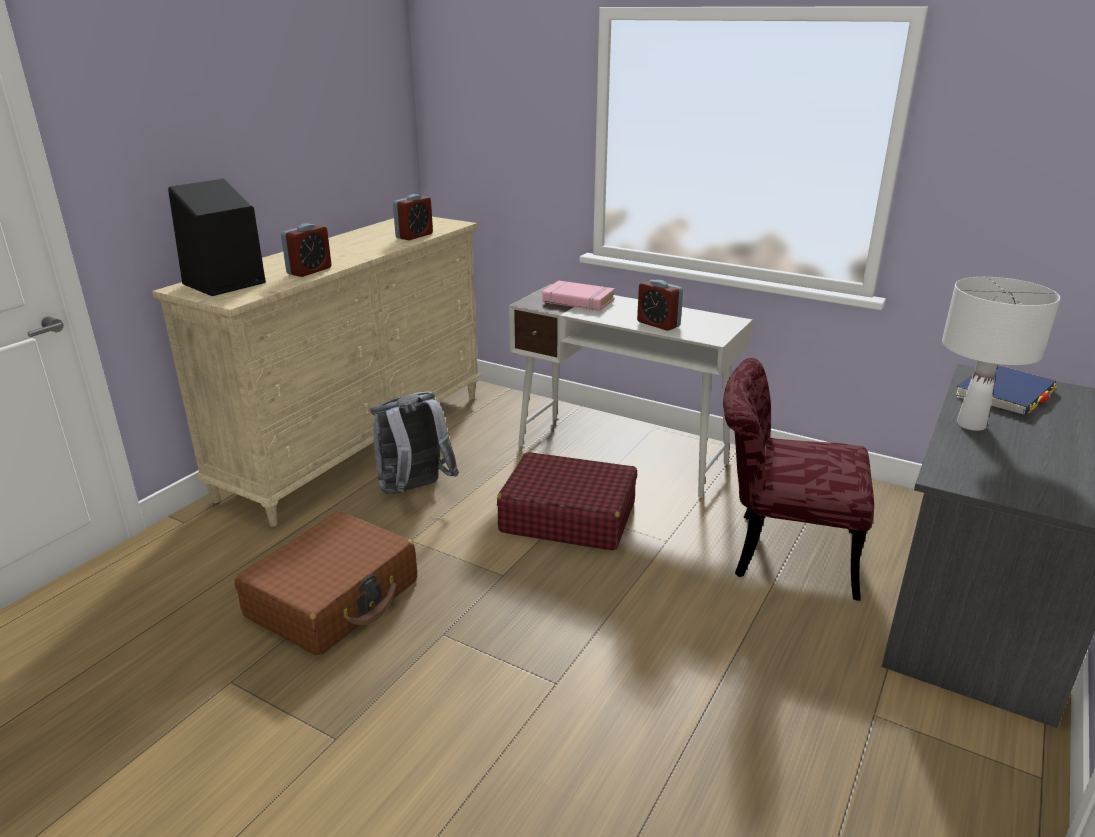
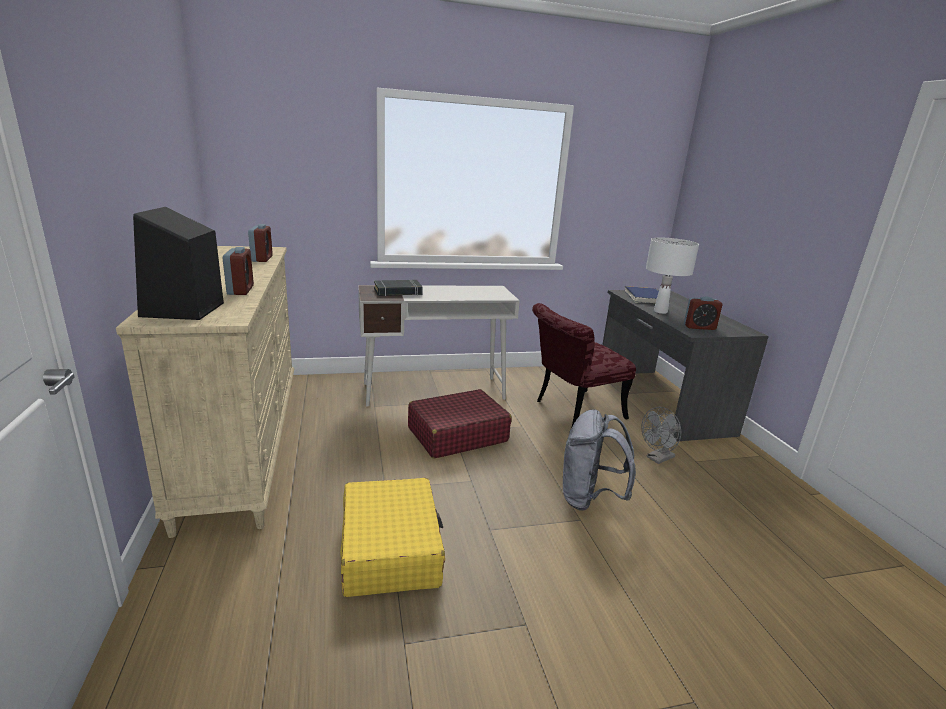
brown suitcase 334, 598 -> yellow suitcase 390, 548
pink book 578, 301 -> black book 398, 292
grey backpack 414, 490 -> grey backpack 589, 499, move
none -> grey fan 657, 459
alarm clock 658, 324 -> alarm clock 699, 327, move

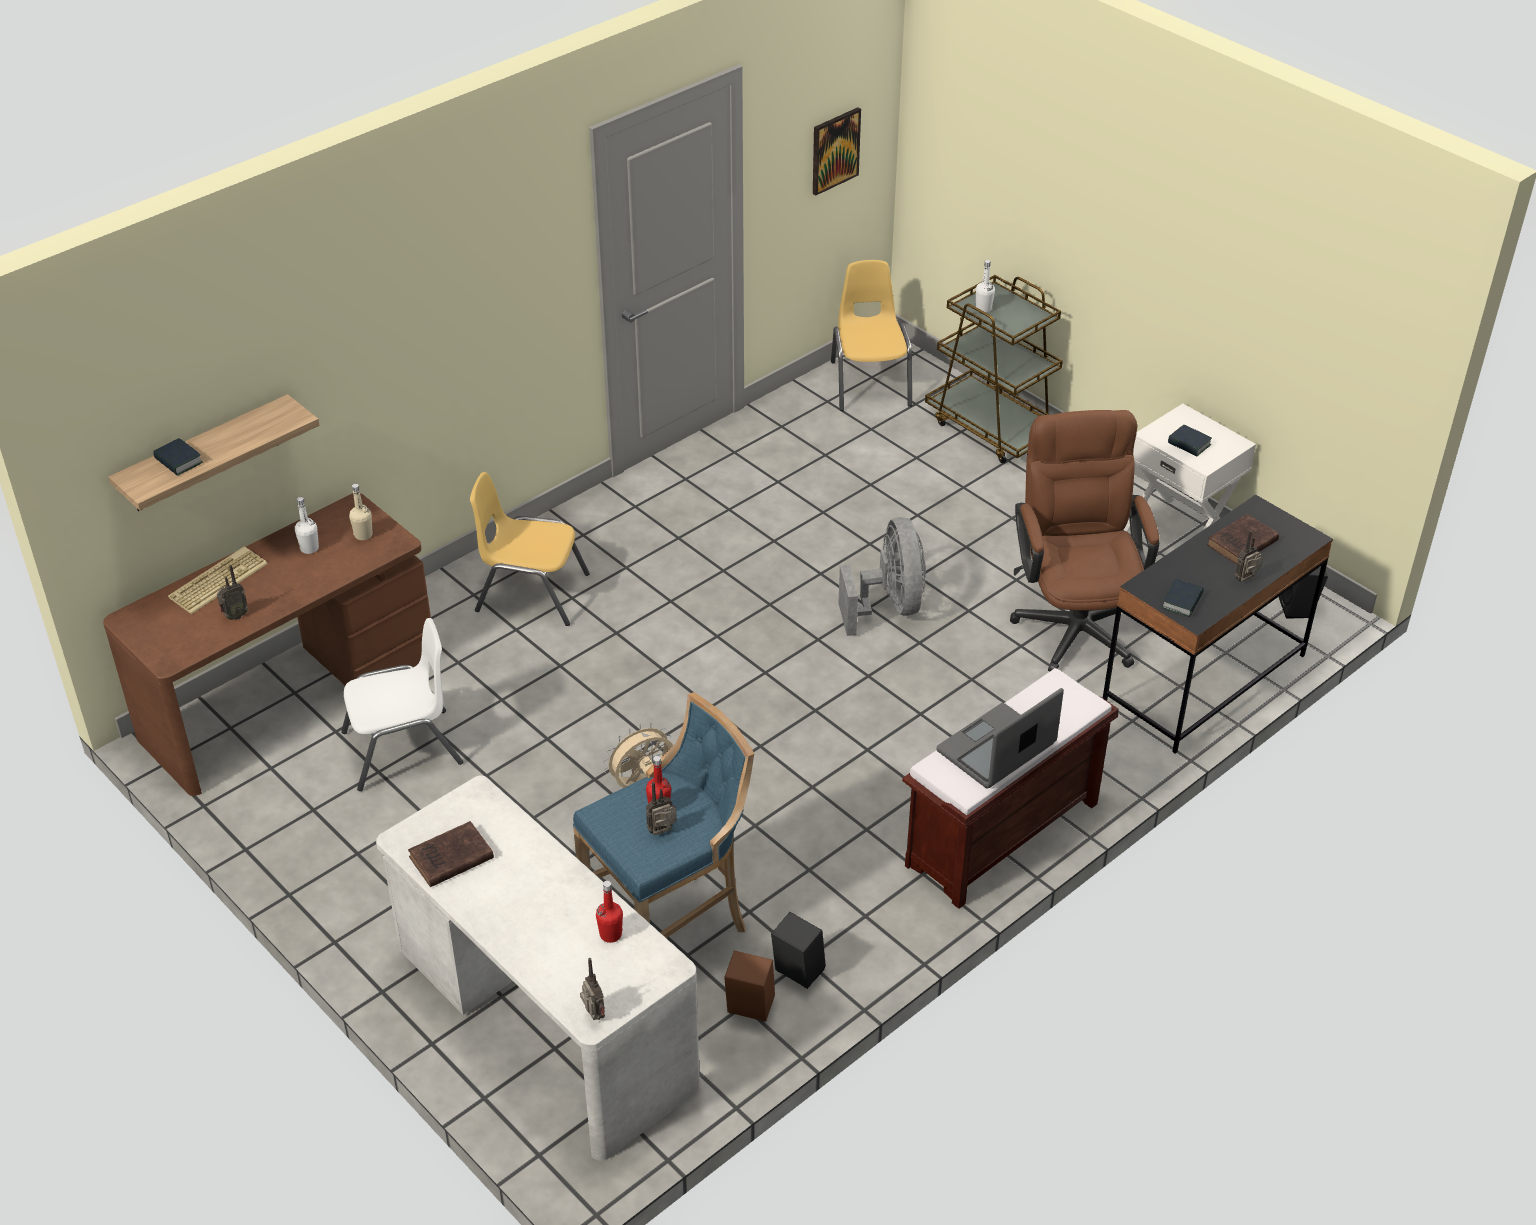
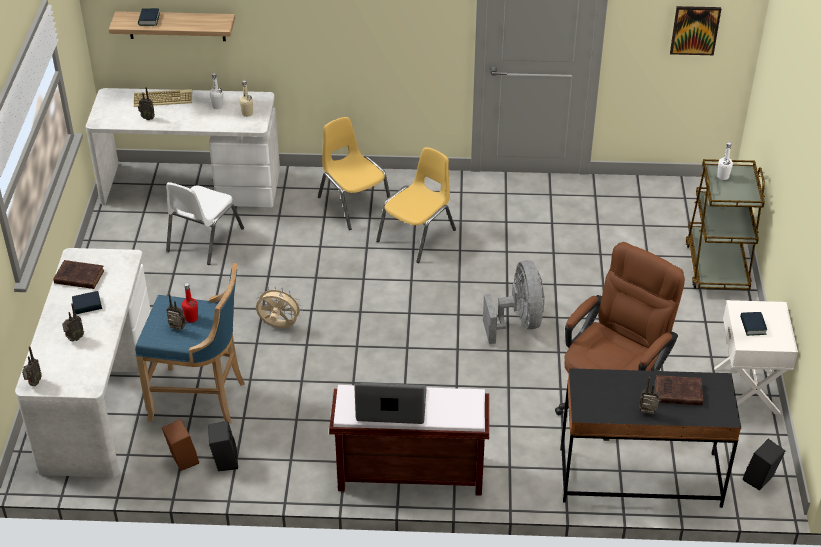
none -> radio 74, 338
book 1182, 601 -> book 87, 305, move
brown desk 289, 696 -> white desk 191, 185
white chair 403, 749 -> white chair 204, 239, 90 degrees clockwise
yellow chair 870, 383 -> yellow chair 417, 236, move
grey fan 889, 607 -> grey fan 518, 322, 45 degrees counterclockwise
red bottle 610, 934 -> none

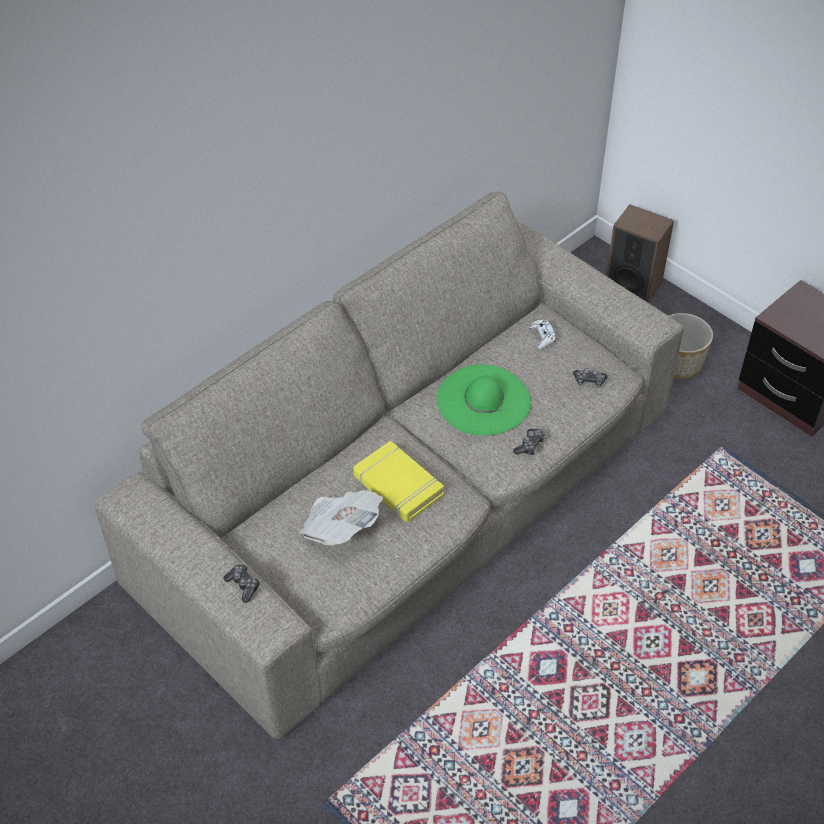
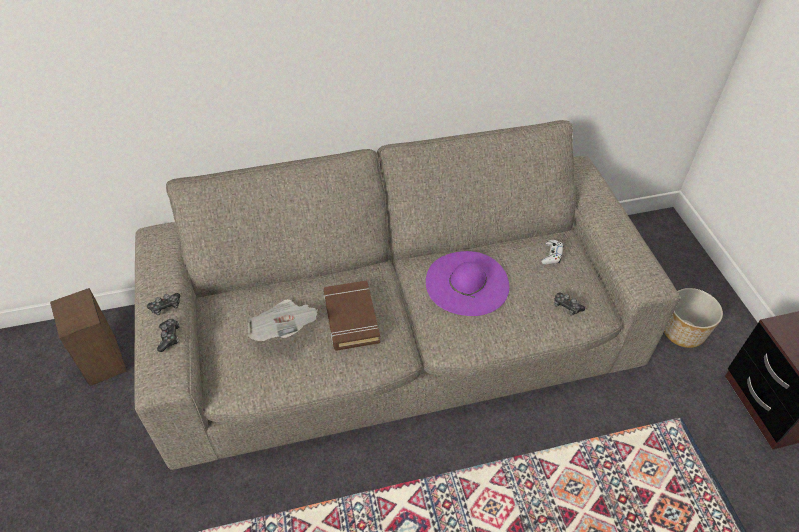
speaker 633, 285 -> speaker 103, 360, move
game controller 530, 446 -> game controller 166, 307, move
yellow book 397, 486 -> brown book 351, 318
green hat 483, 400 -> purple hat 467, 283

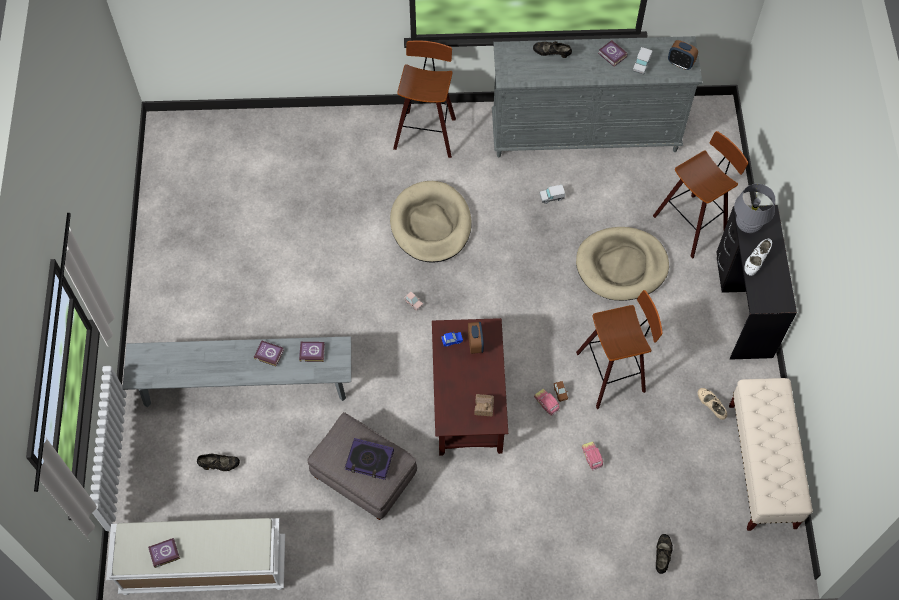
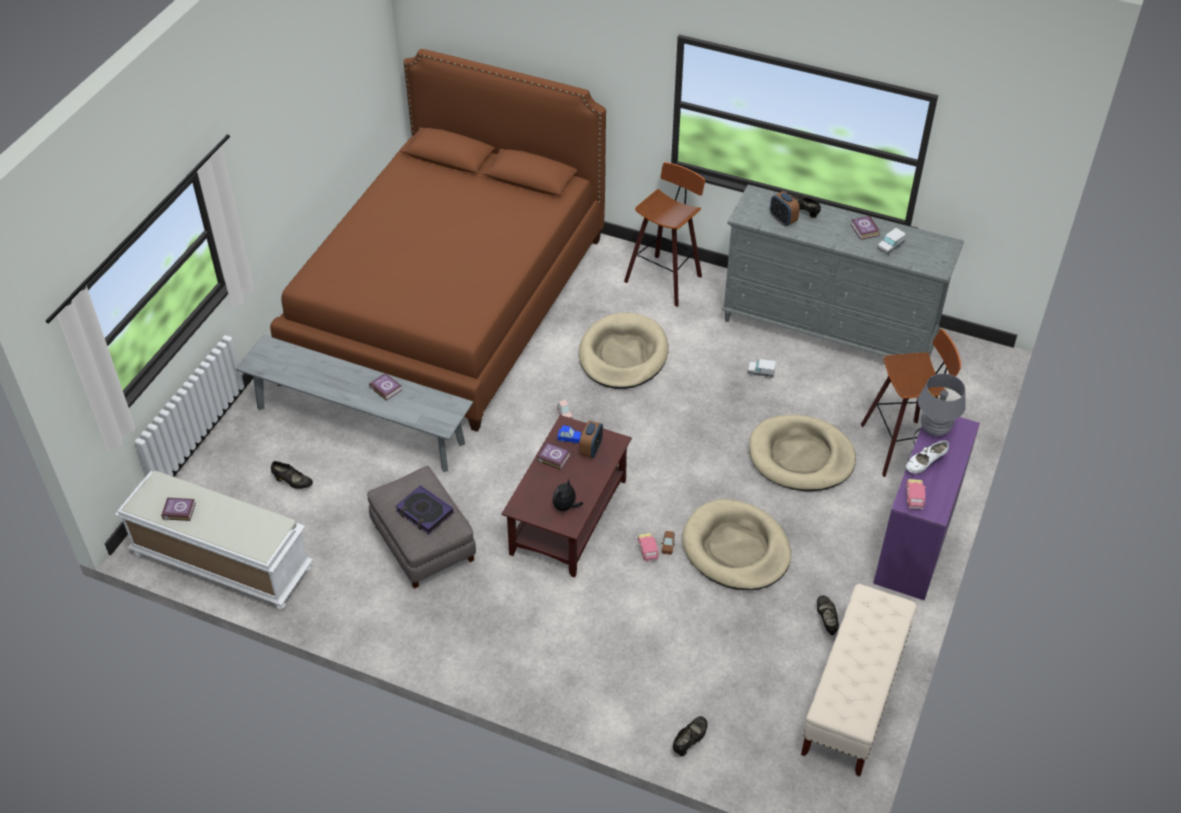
none -> brown bed 449, 300
book 311, 352 -> book 553, 457, move
toy house 484, 407 -> plush toy 565, 507
stool 613, 372 -> beige dog bed 736, 549
alarm clock 680, 63 -> alarm clock 783, 220, move
beige shoe 711, 406 -> black shoe 826, 620
black desk 742, 307 -> purple desk 915, 540
toy car 591, 457 -> toy car 914, 497, move

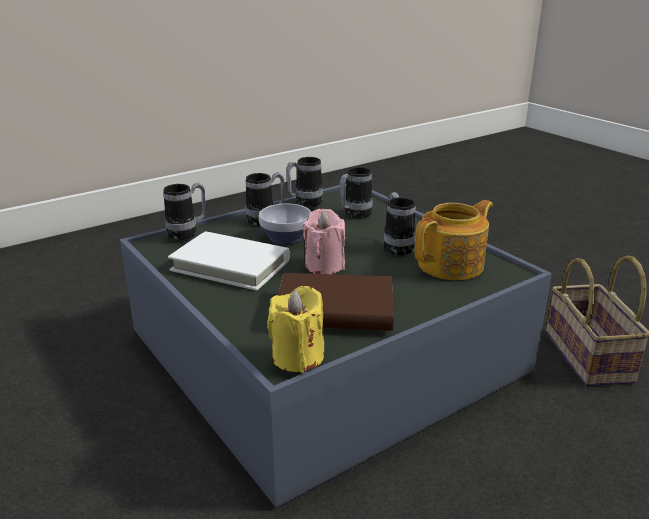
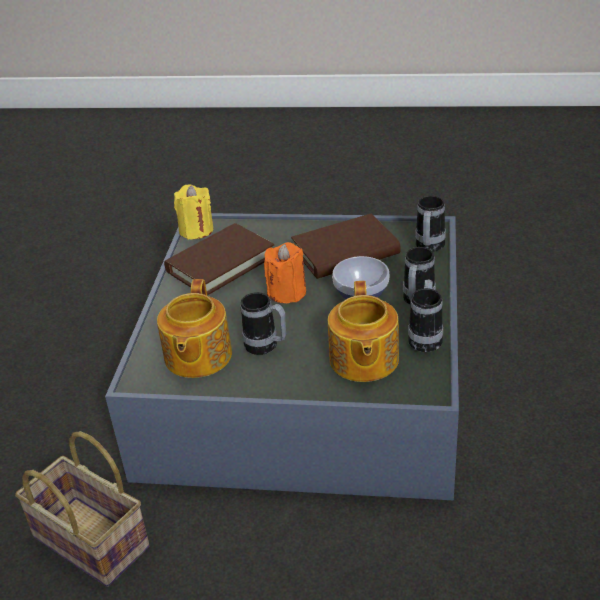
pink candle 324, 265 -> orange candle 287, 292
white book 230, 265 -> brown book 345, 252
mug 354, 215 -> teapot 363, 360

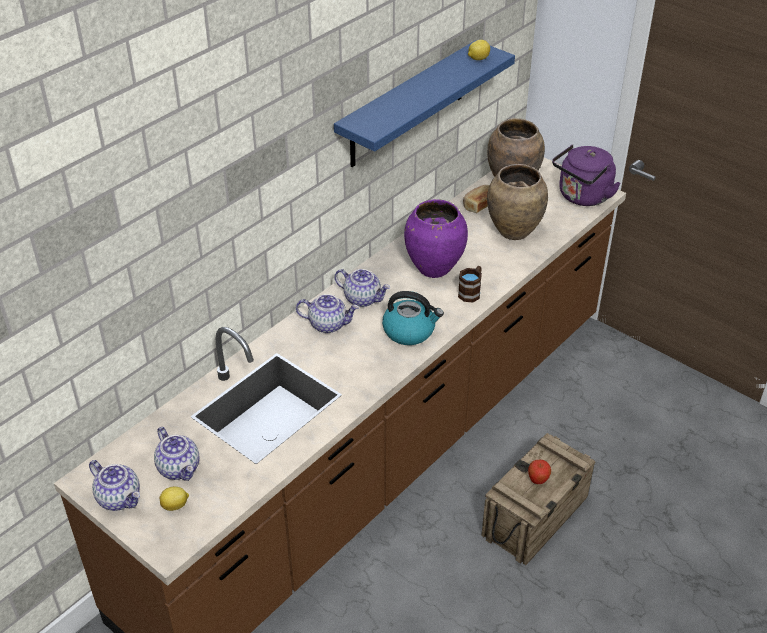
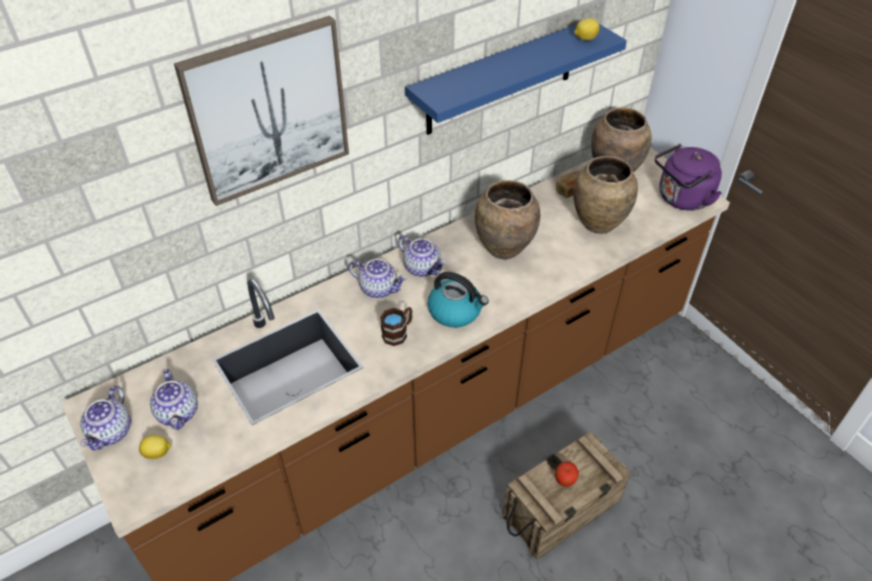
teapot 120, 498 -> teapot 111, 432, 45 degrees clockwise
none -> picture 268, 111
brown mug 471, 292 -> brown mug 398, 333, move
purple vase 433, 268 -> brown vase 503, 249

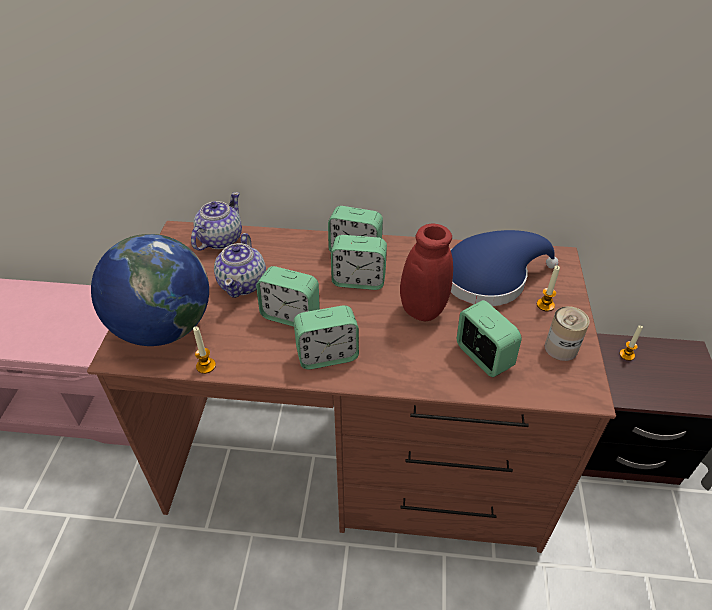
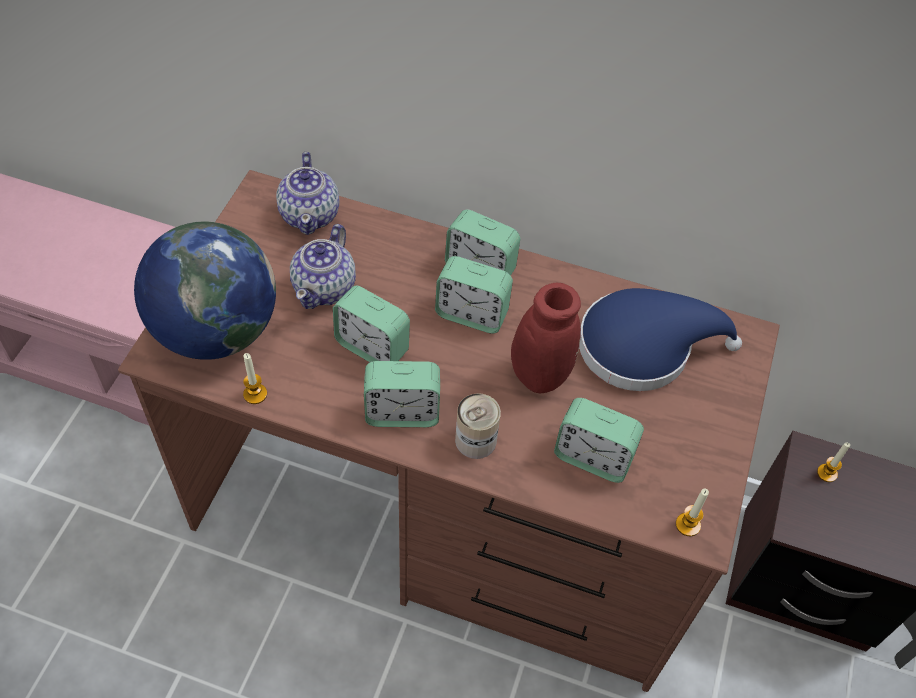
teapot 219, 240 -> teapot 310, 214, 135 degrees clockwise
can 561, 348 -> can 475, 440, move
alarm clock 483, 356 -> alarm clock 593, 457, 135 degrees clockwise
candle 545, 305 -> candle 688, 525, move

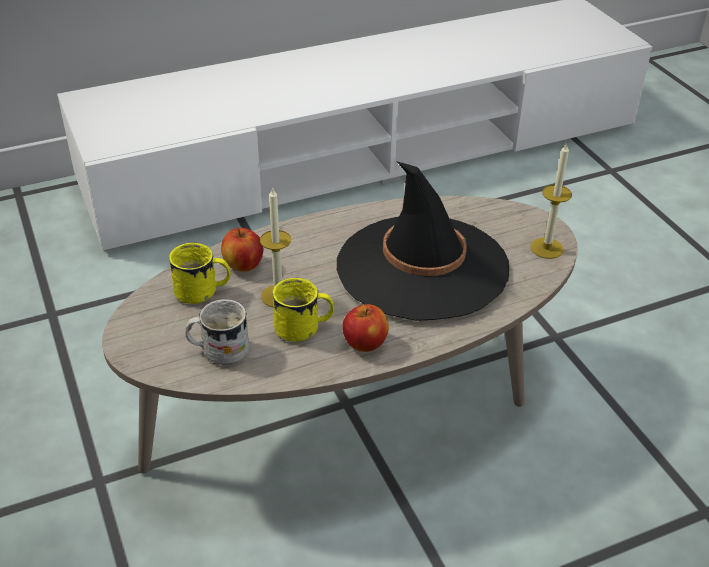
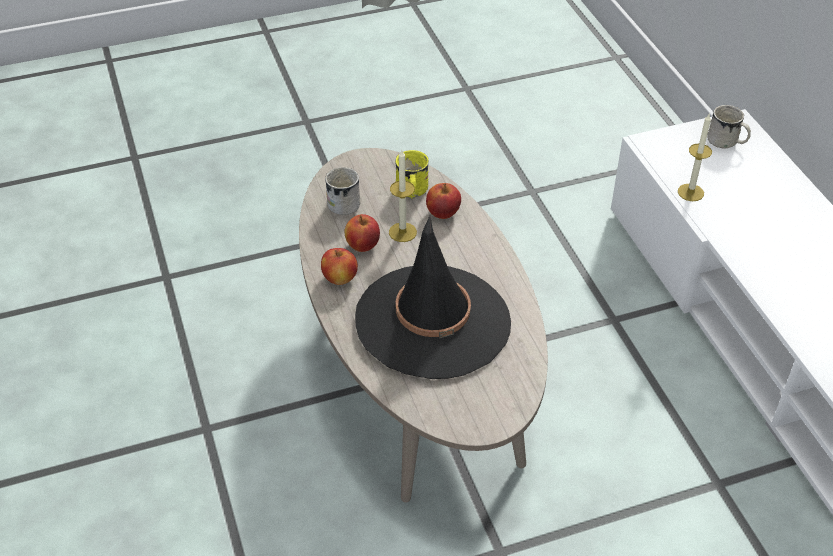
yellow mug 304, 328 -> apple 362, 245
candle 546, 248 -> candle 690, 192, move
none -> white mug 726, 143

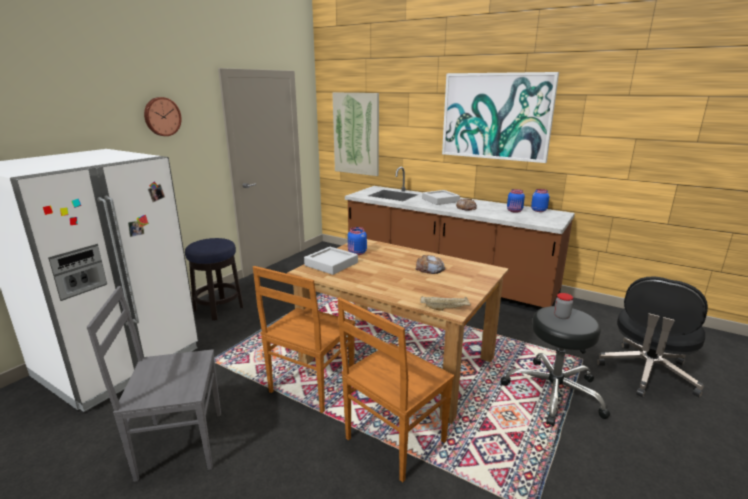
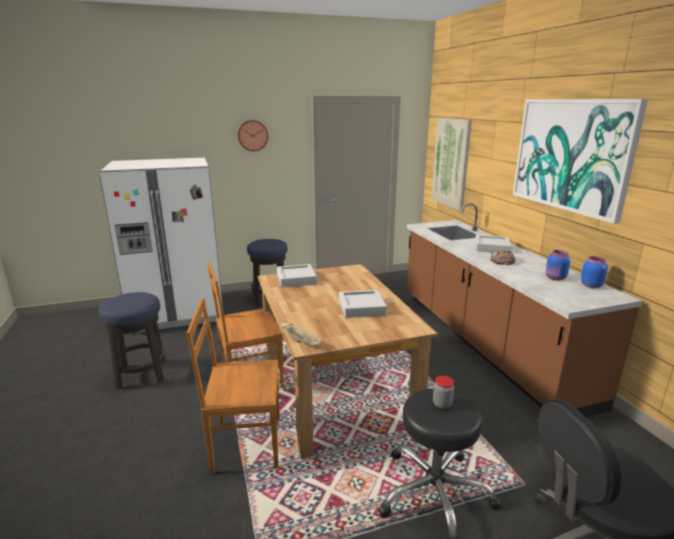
grey chair 178, 444 -> stool 142, 374
bread 430, 268 -> grey tray 362, 307
blue jar 357, 253 -> none

